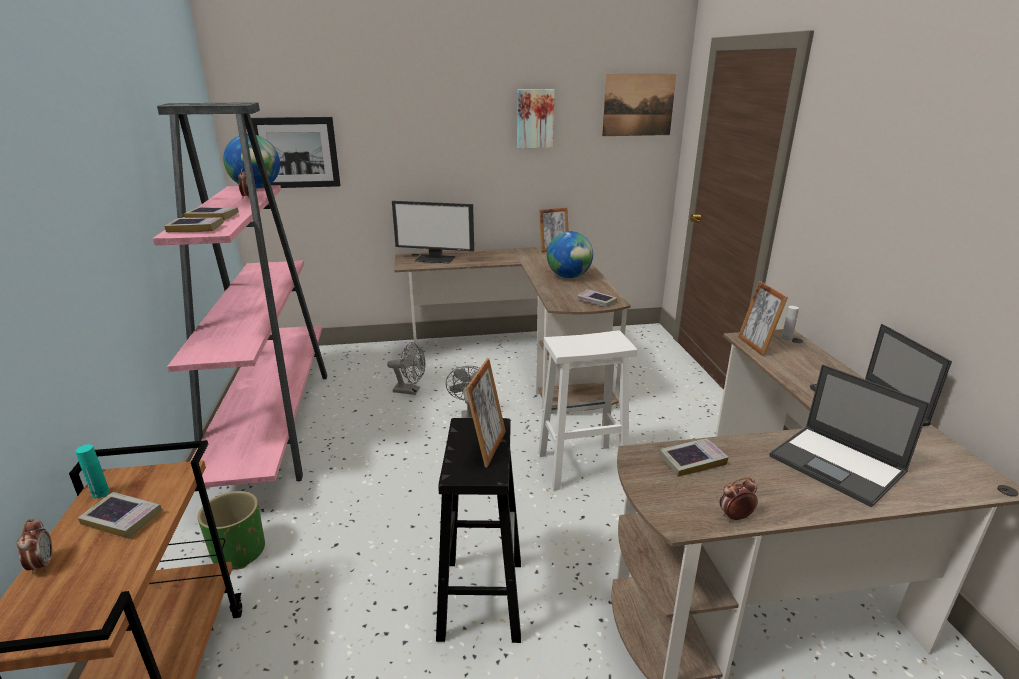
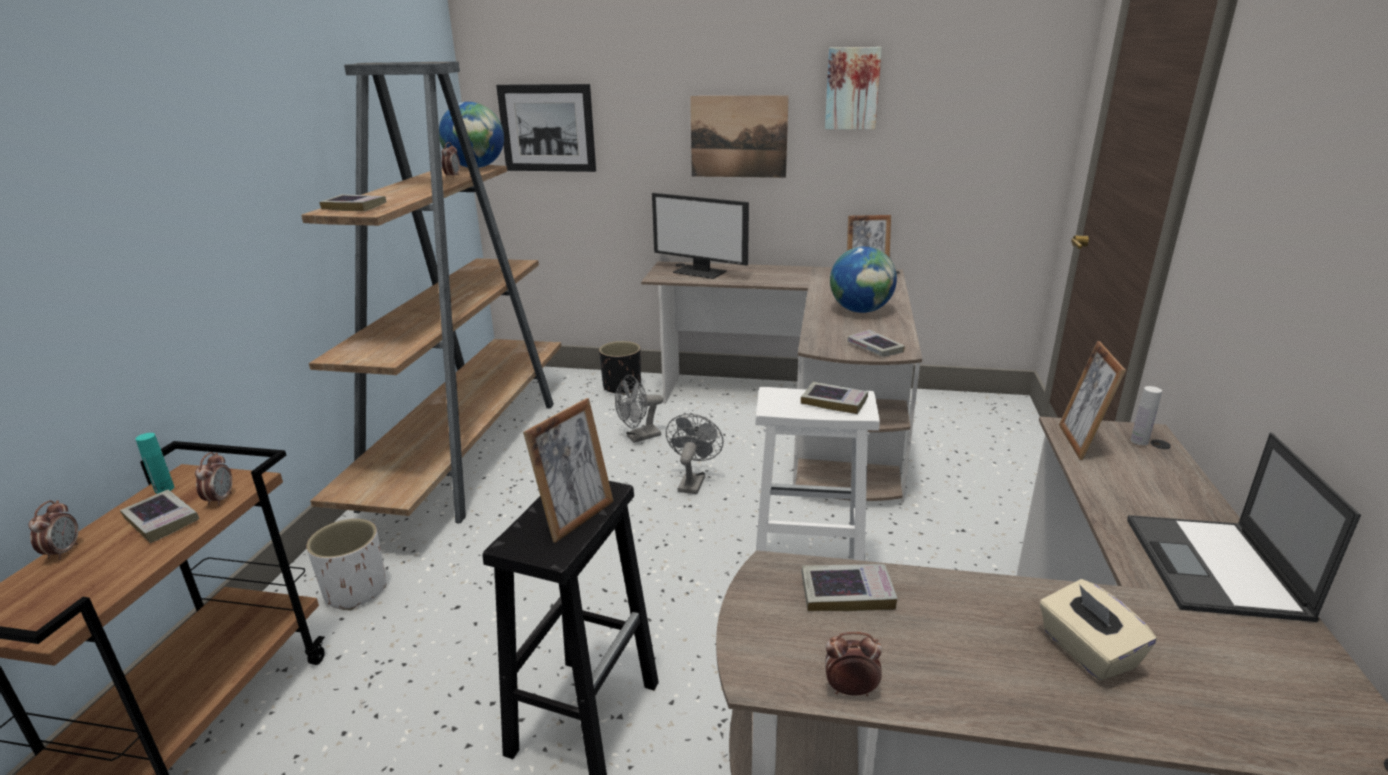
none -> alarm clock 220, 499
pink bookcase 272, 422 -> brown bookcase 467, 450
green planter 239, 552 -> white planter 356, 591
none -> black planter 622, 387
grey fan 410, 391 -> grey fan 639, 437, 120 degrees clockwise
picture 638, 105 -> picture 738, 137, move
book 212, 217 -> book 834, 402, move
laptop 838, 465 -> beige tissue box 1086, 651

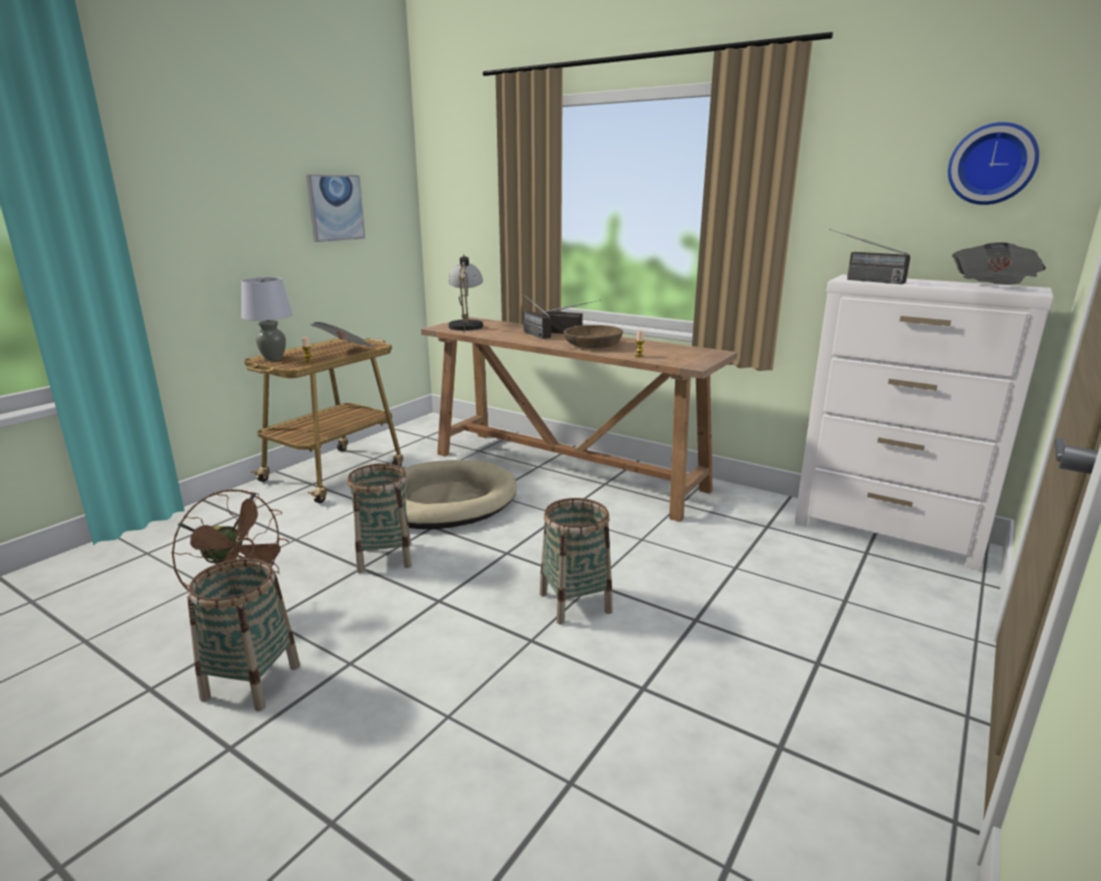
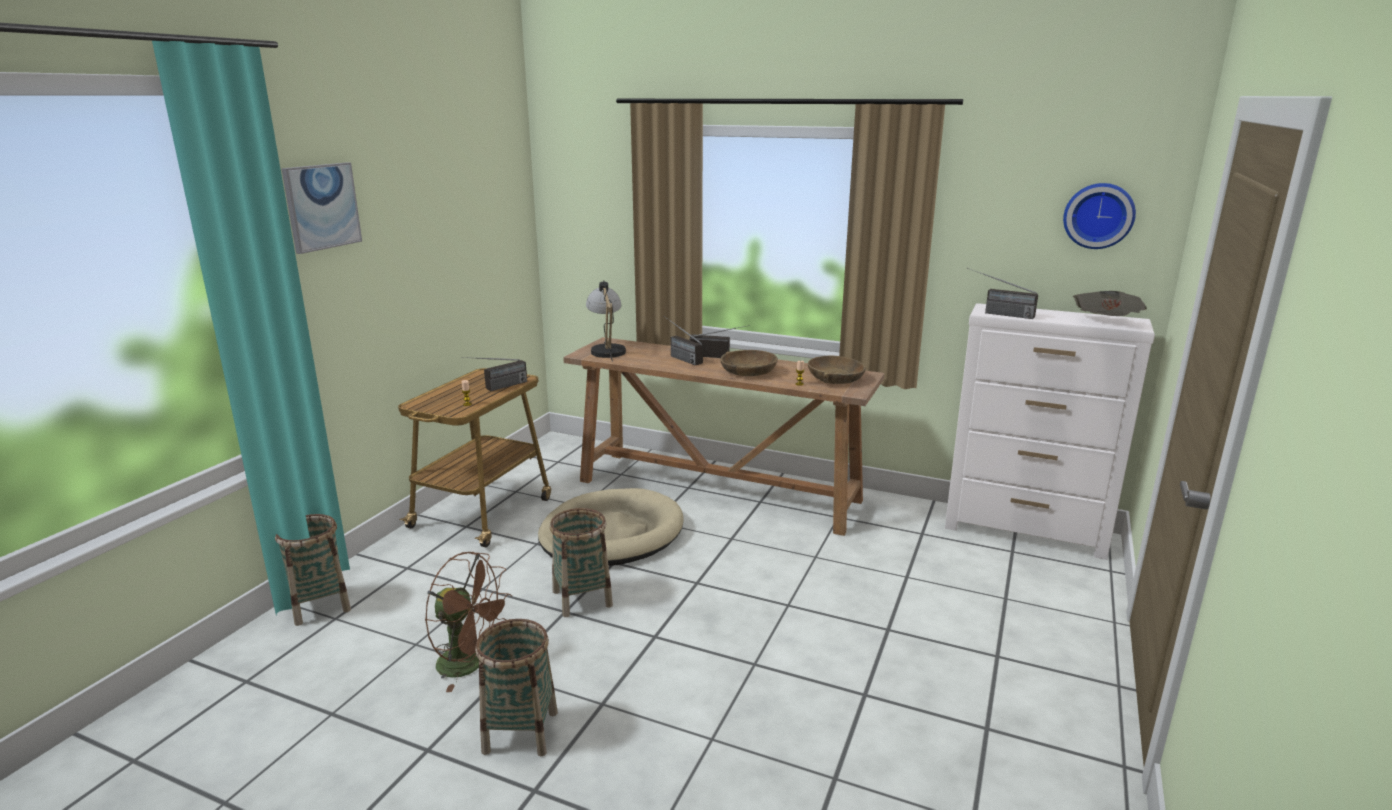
basket 575, 603 -> basket 320, 605, move
picture 335, 208 -> picture 322, 206, move
newspaper 346, 351 -> radio 497, 388
none -> brown bowl 835, 378
grey table lamp 273, 358 -> none

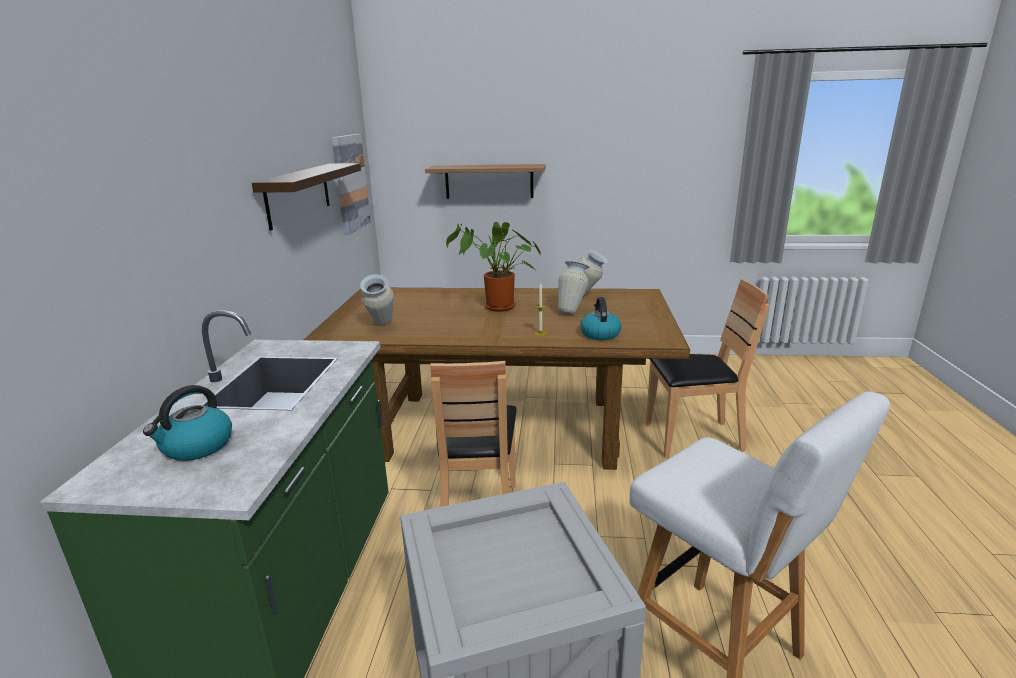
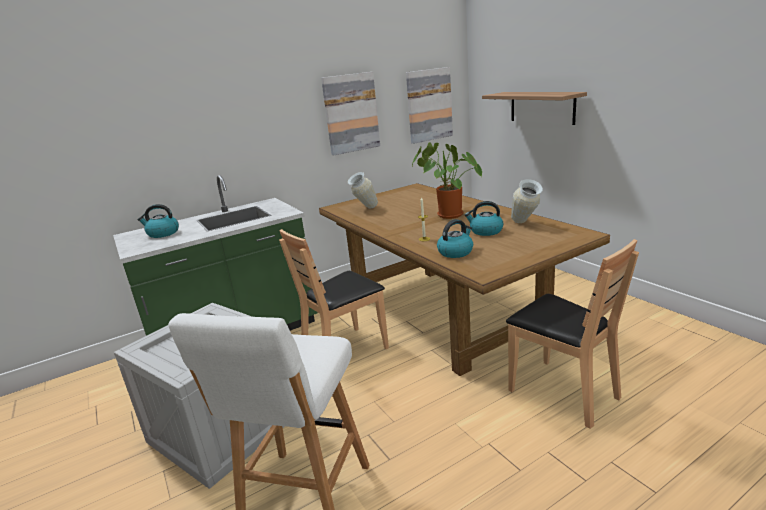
shelf 298, 194 -> picture 351, 113
vase 573, 311 -> kettle 485, 231

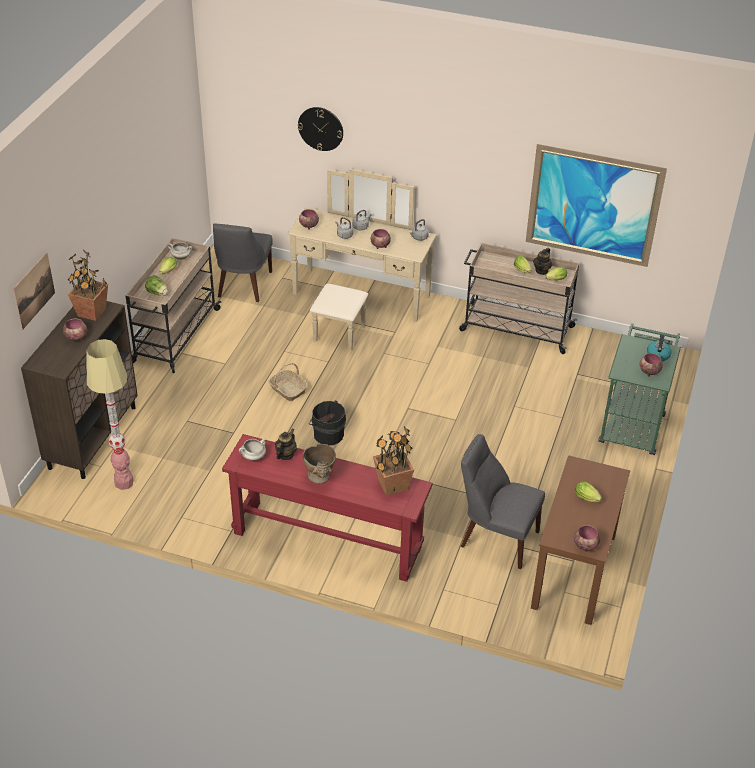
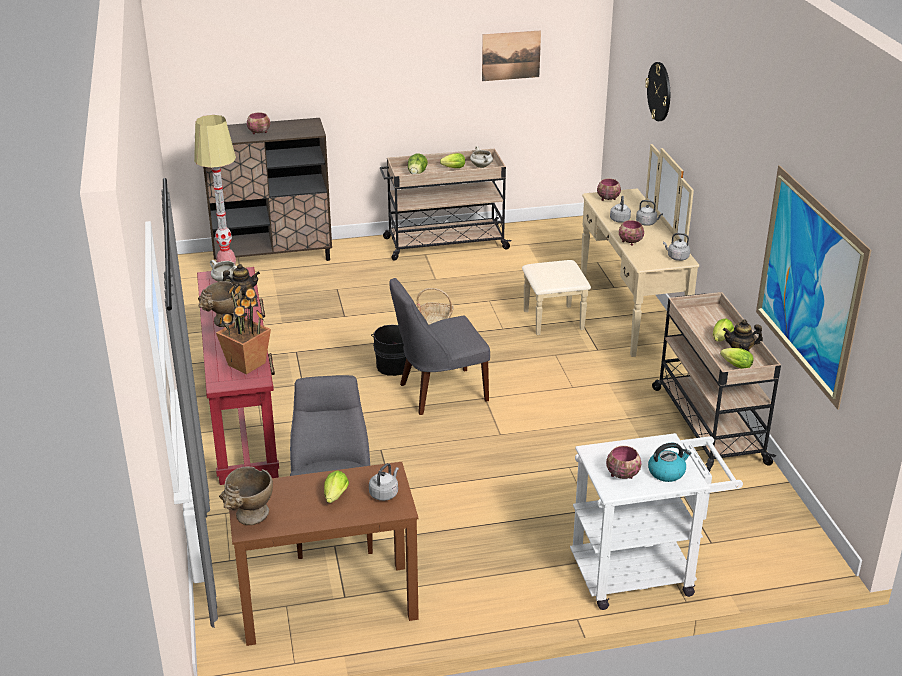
bowl 585, 545 -> beige vase 249, 518
none -> grey kettle 384, 493
grey chair 243, 286 -> grey chair 439, 393, move
picture 34, 290 -> picture 511, 55, move
green cart 633, 423 -> white cart 643, 572
potted plant 91, 313 -> none

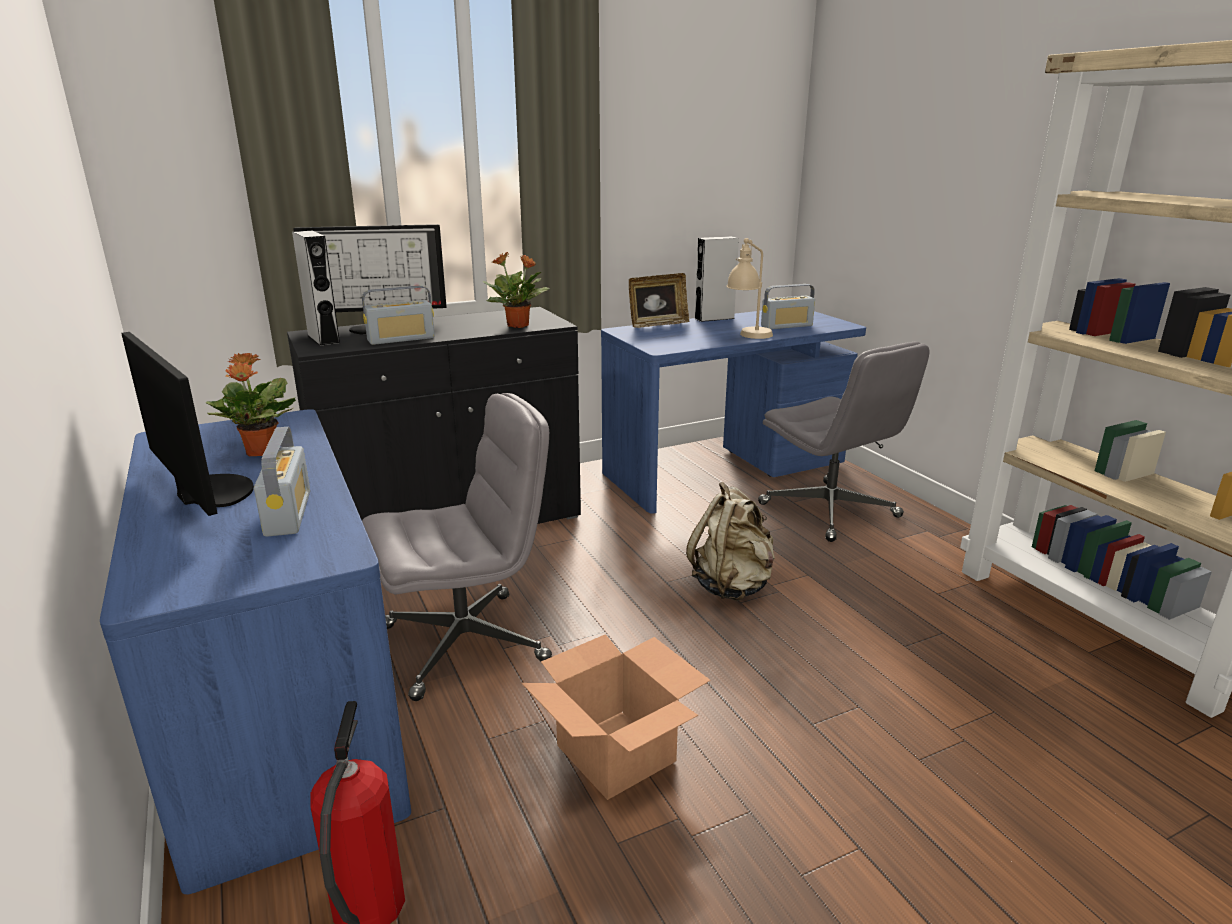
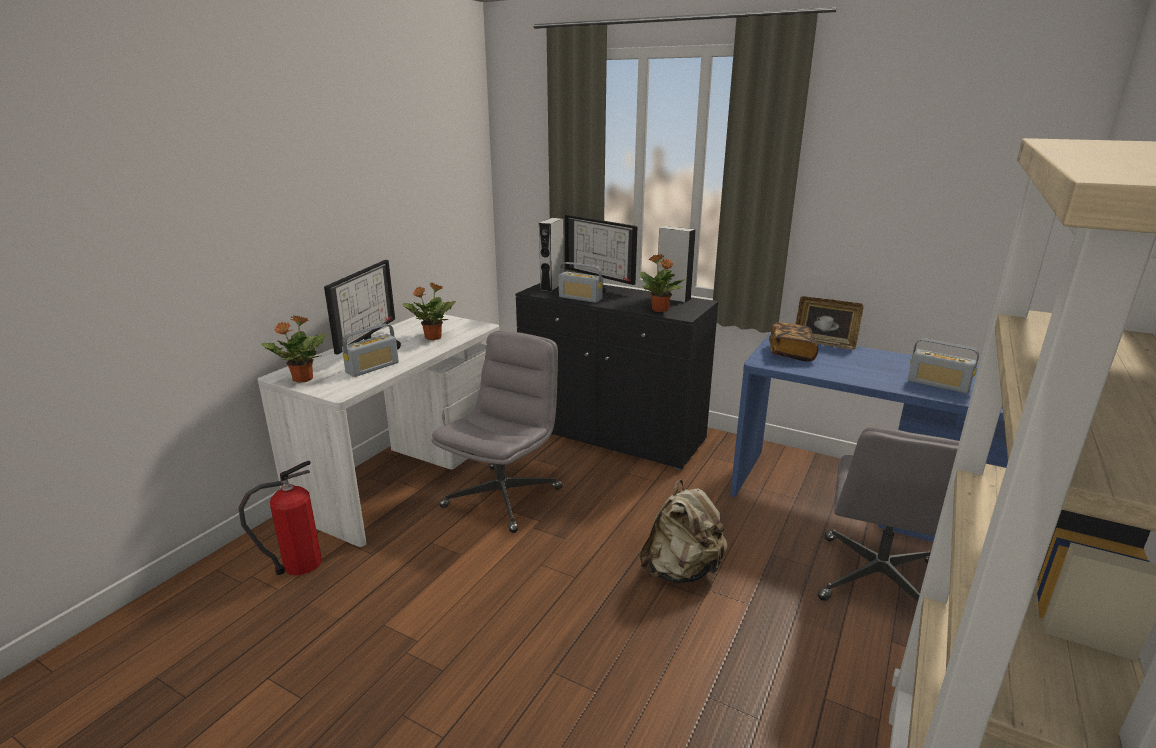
blue desk 280, 709 -> white desk 405, 474
none -> potted plant 302, 379
grey office chair 466, 643 -> grey office chair 503, 497, 90 degrees counterclockwise
grey speaker 714, 318 -> grey speaker 673, 298, move
none -> book 791, 353
cardboard box 614, 753 -> none
beige table lamp 748, 337 -> none

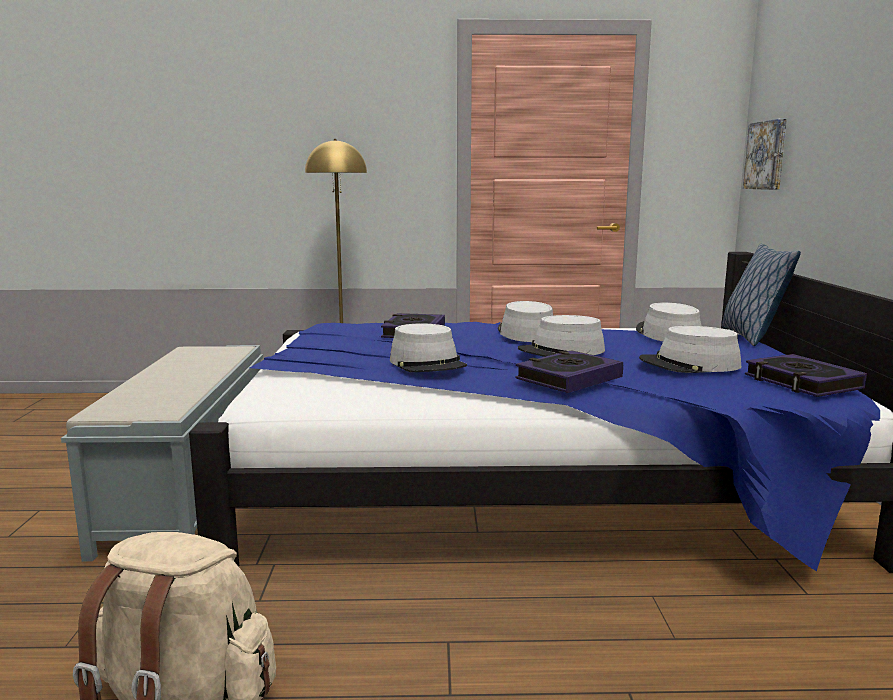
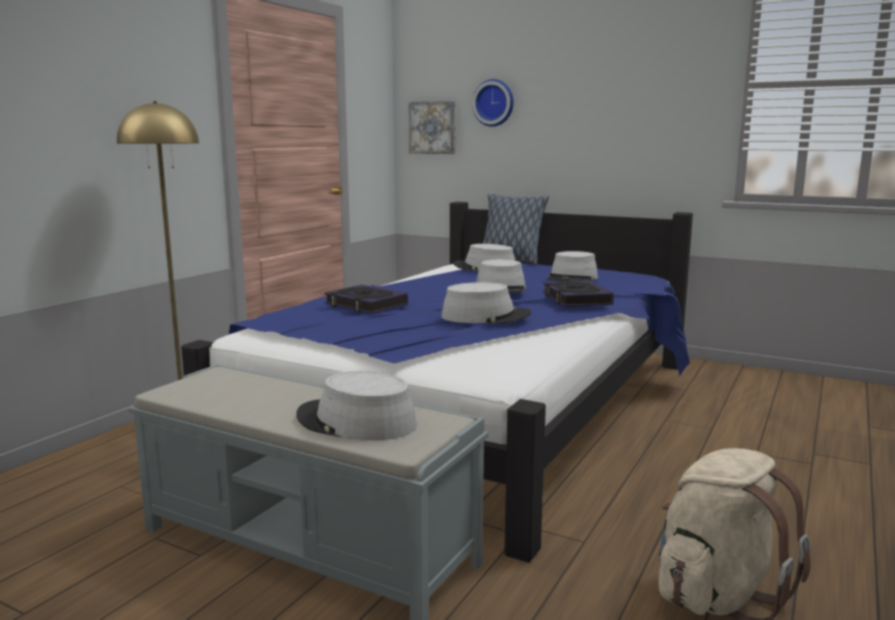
grey hat 525, 333 -> grey hat 356, 422, move
none -> wall clock 494, 103
book 802, 382 -> none

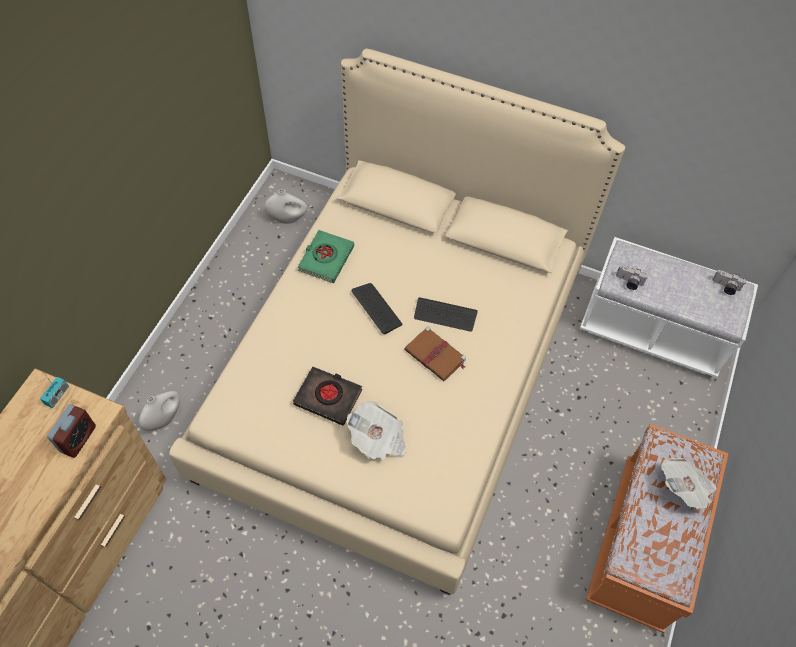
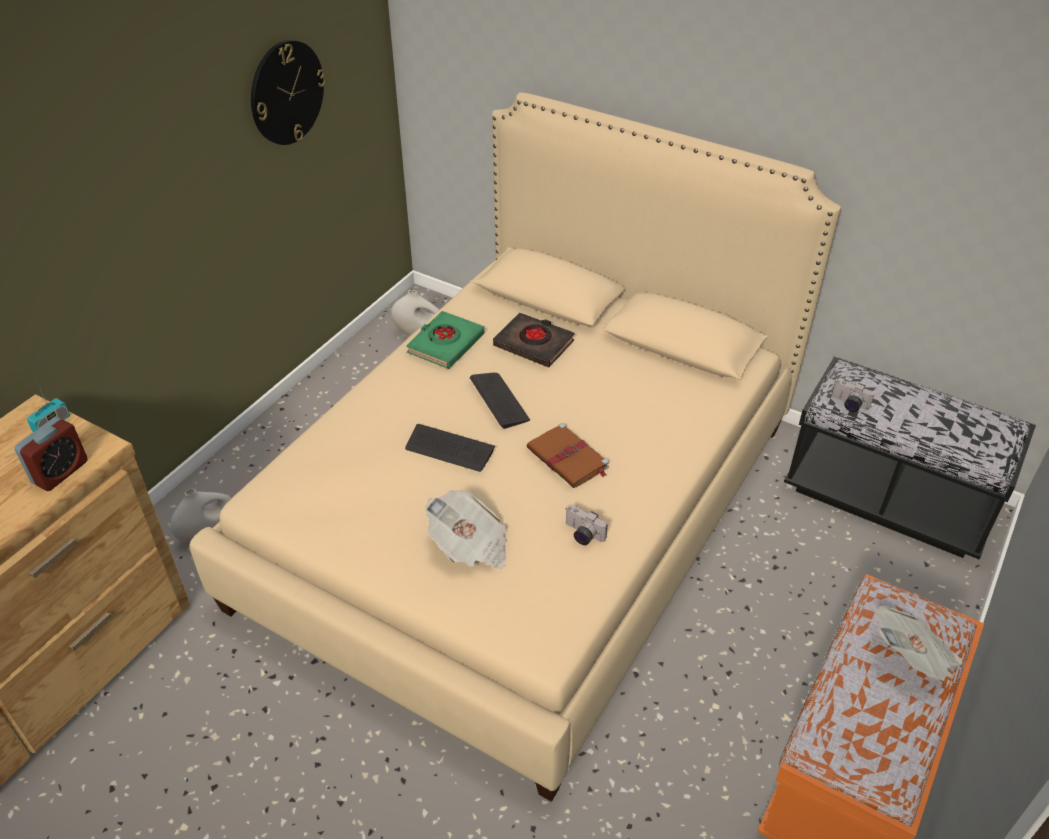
none -> wall clock 286, 92
keyboard 445, 315 -> keyboard 449, 449, move
black book 328, 397 -> black book 534, 344, move
photo camera 725, 287 -> photo camera 582, 535, move
white bench 652, 331 -> black bench 888, 498

